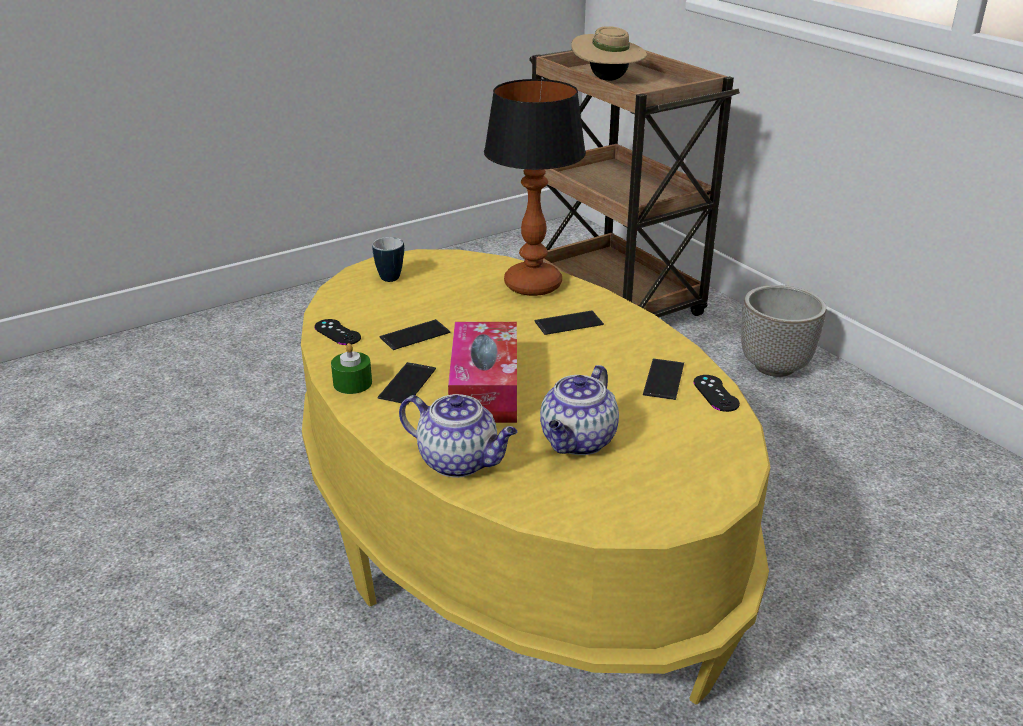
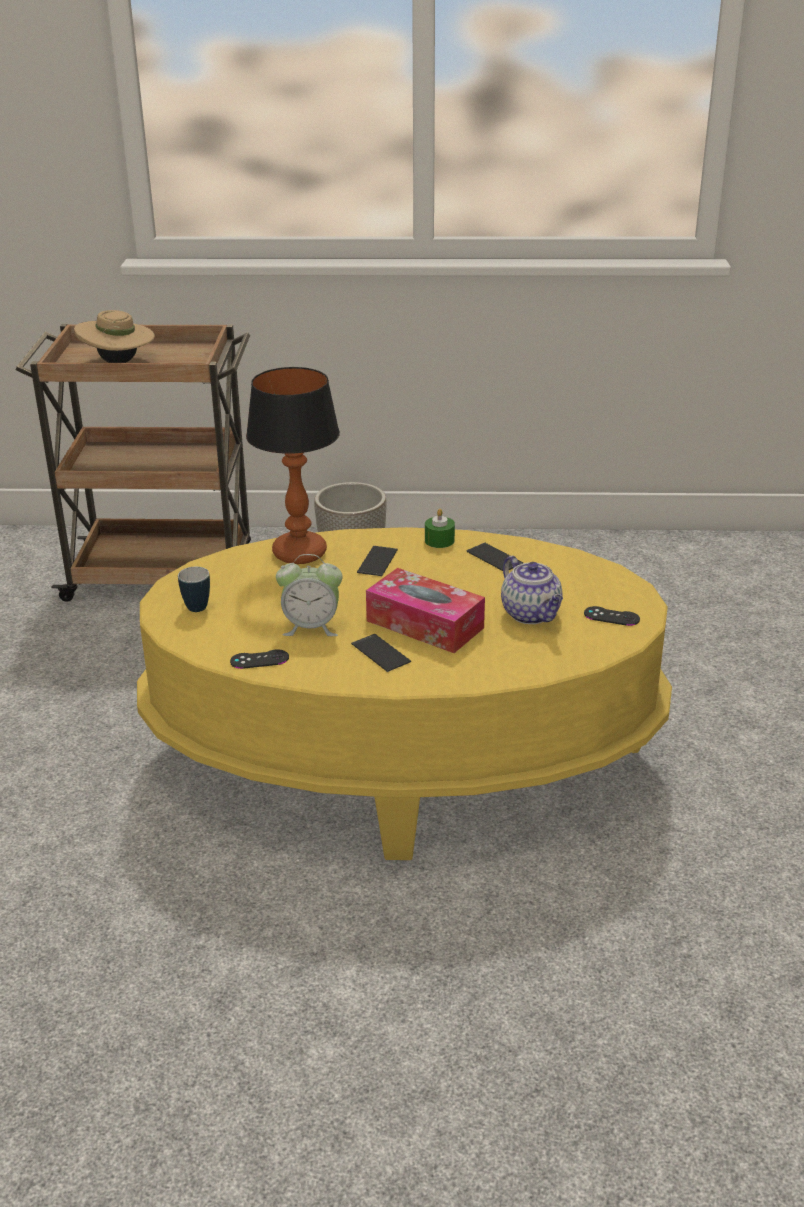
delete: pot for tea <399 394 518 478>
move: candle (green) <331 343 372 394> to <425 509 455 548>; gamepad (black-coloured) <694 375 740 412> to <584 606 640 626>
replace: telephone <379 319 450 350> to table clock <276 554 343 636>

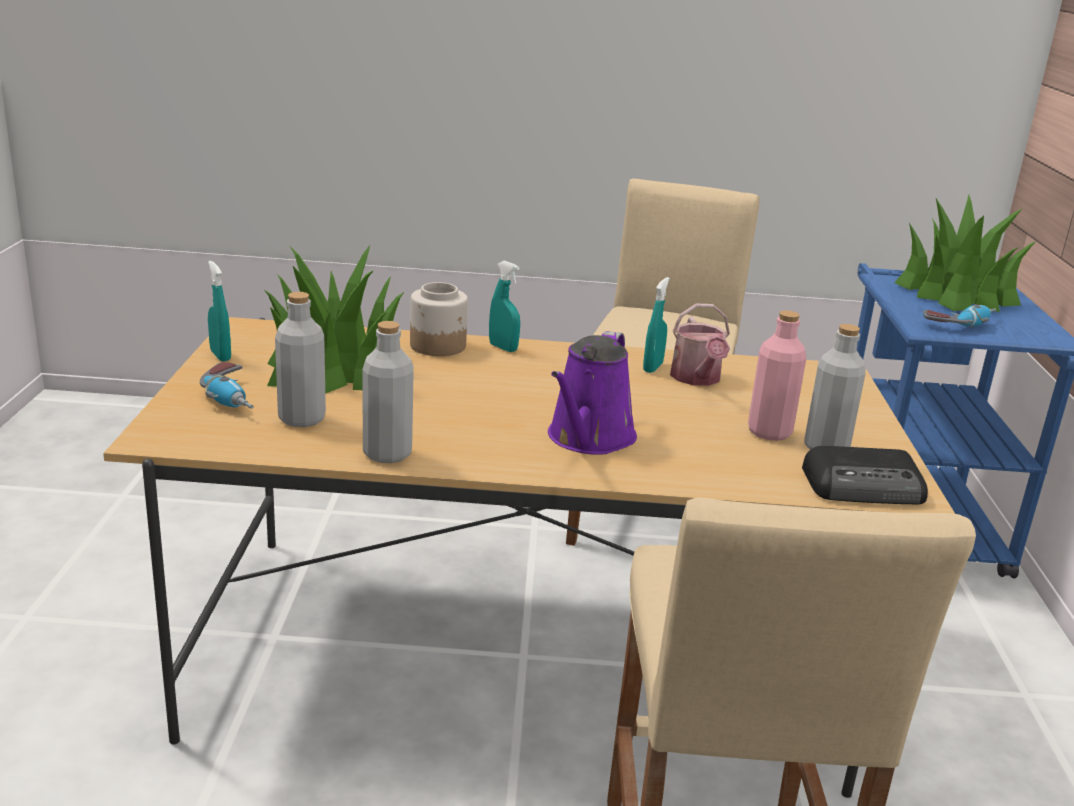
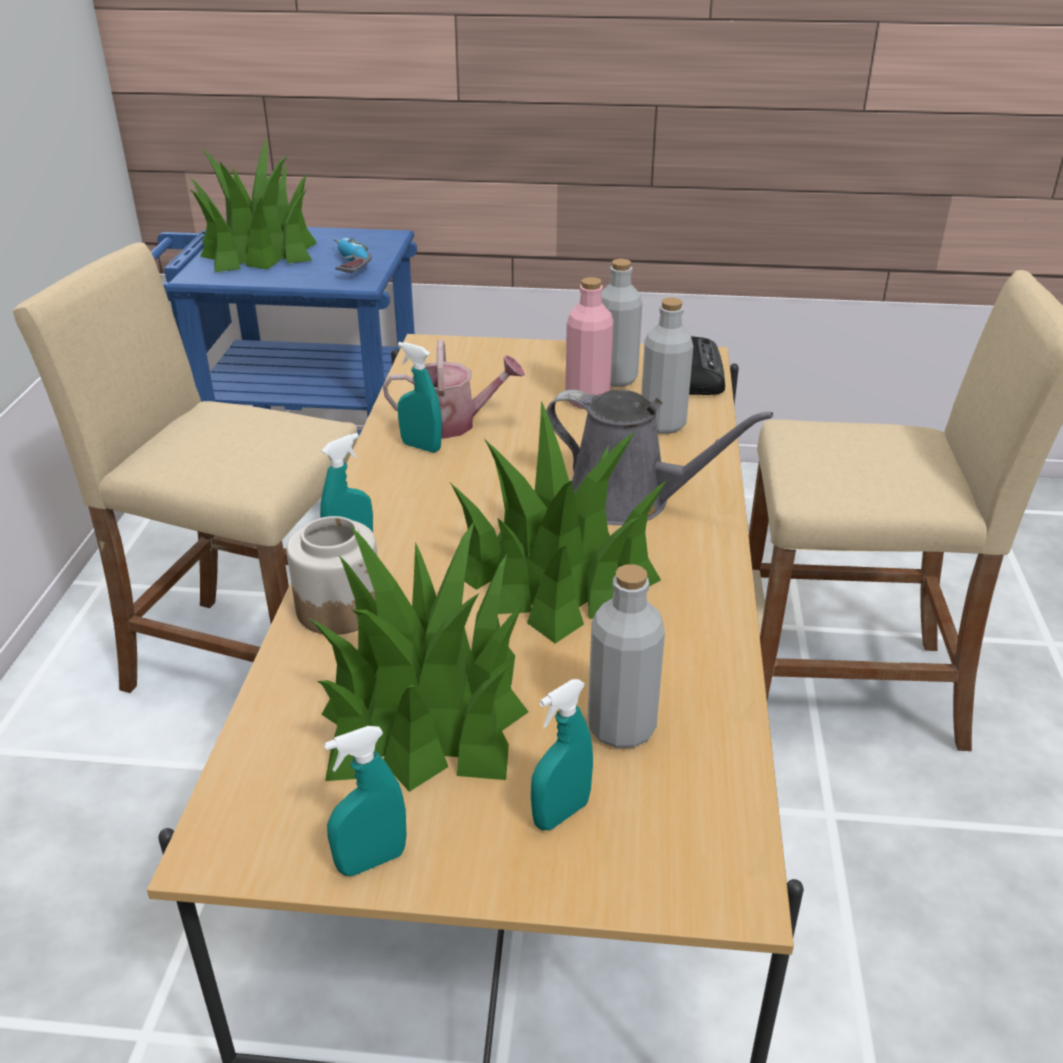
insert: potted plant <450 401 666 643>
move: bottle (greyish) <362 321 414 463> to <641 298 693 434>
replace: drill <200 362 254 409> to spray bottle (turquoise) <531 679 593 831>
recolor: watering can (purple) <548 331 637 455> to watering can (greyish) <546 390 773 525>

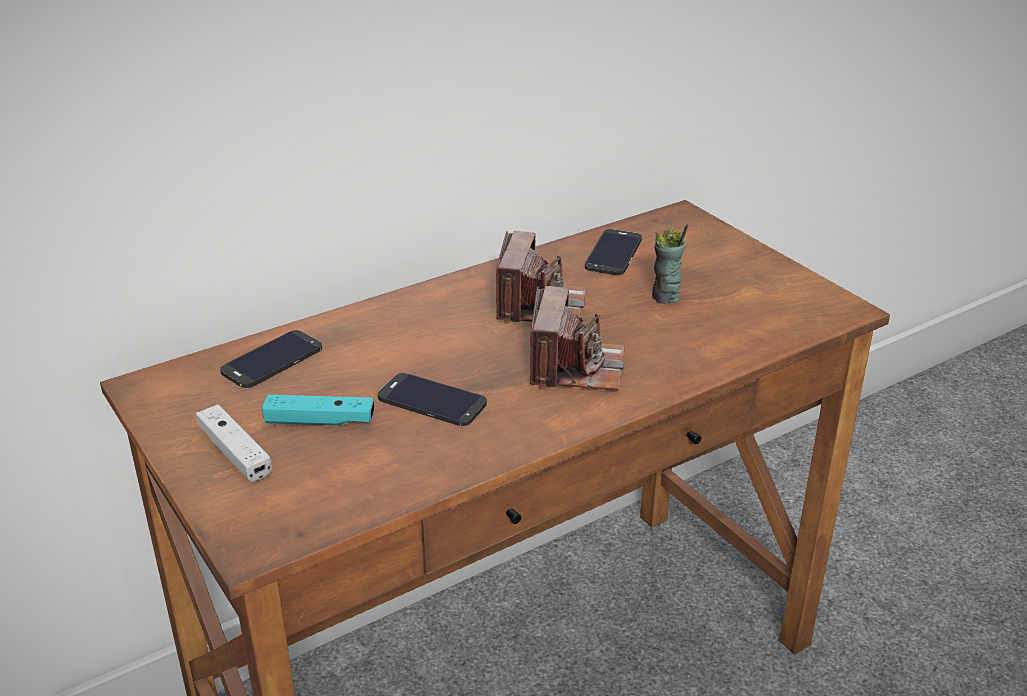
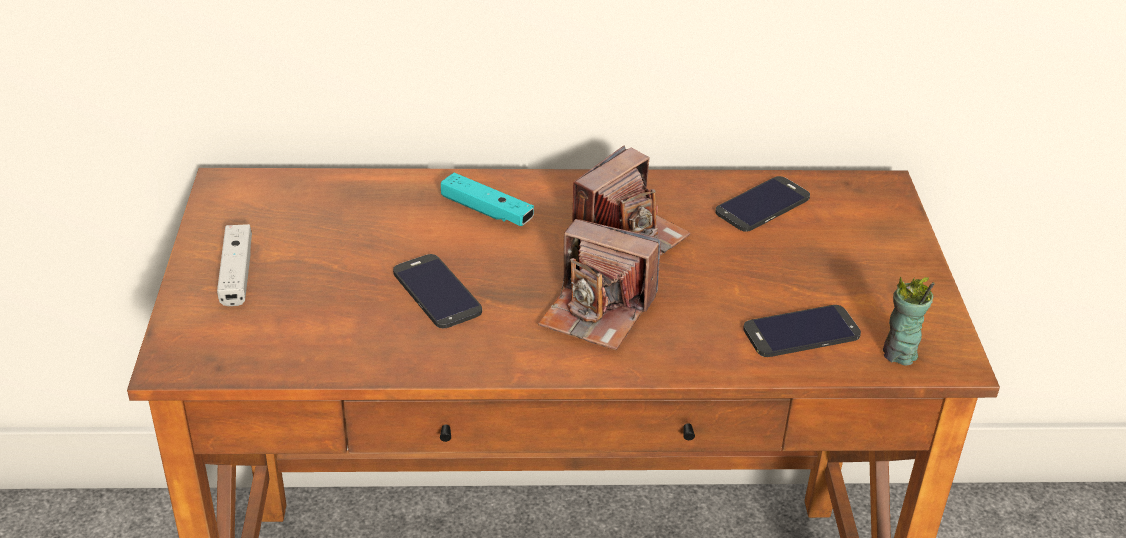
move: gamepad (turquoise) <262 395 374 425> to <441 173 534 226>; telephone <220 330 322 388> to <743 305 861 357>; drinking cup <652 224 688 304> to <883 277 935 365>
rotate: still camera <530 286 625 391> = <538 219 661 350> 75 degrees clockwise

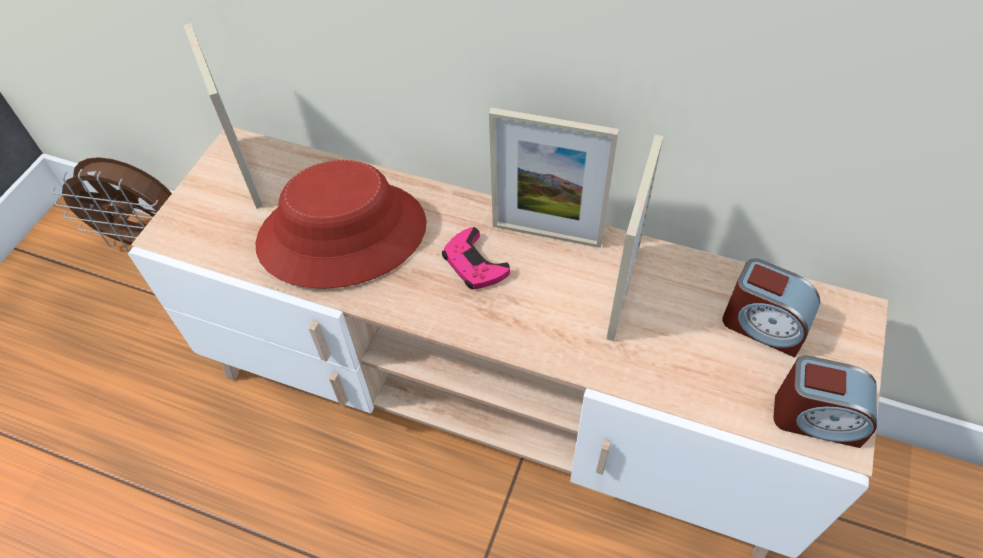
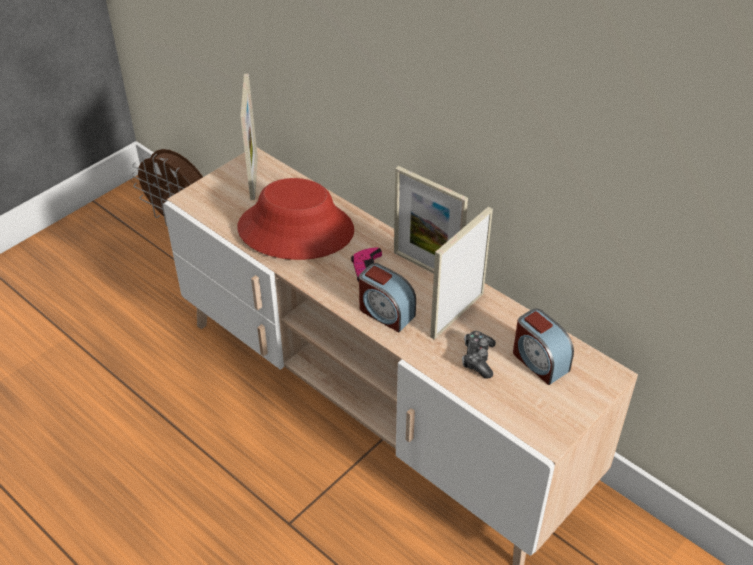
insert: gamepad <462 331 496 379>
move: table clock <773 355 877 448> to <359 263 416 332>

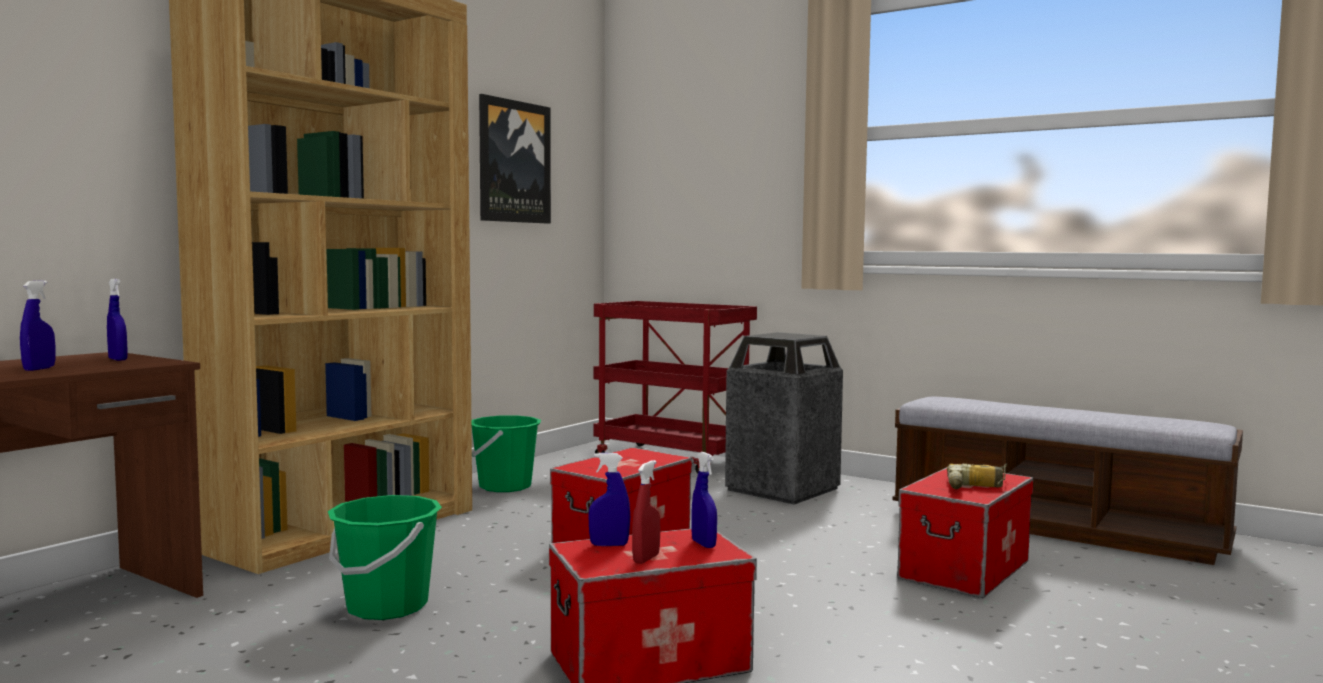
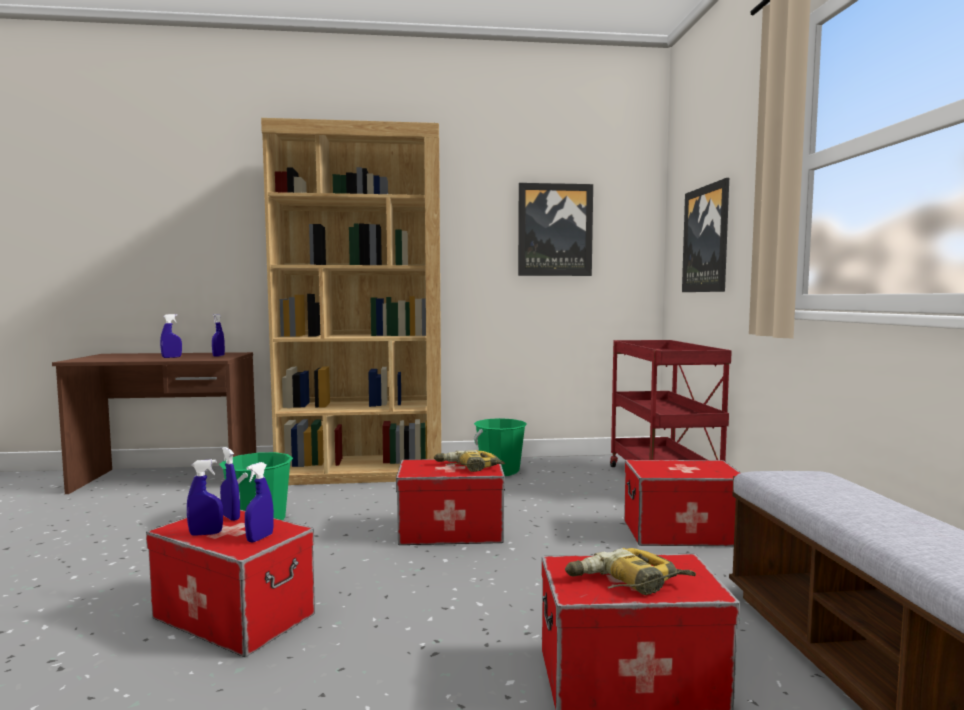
insert: drill <434 450 505 472>; picture <682 178 729 292>
replace: waste bin <725 332 843 505> to storage box <624 460 741 546>
recolor: spray bottle (reddish) <632 460 660 564> to spray bottle (blue) <187 459 223 536>

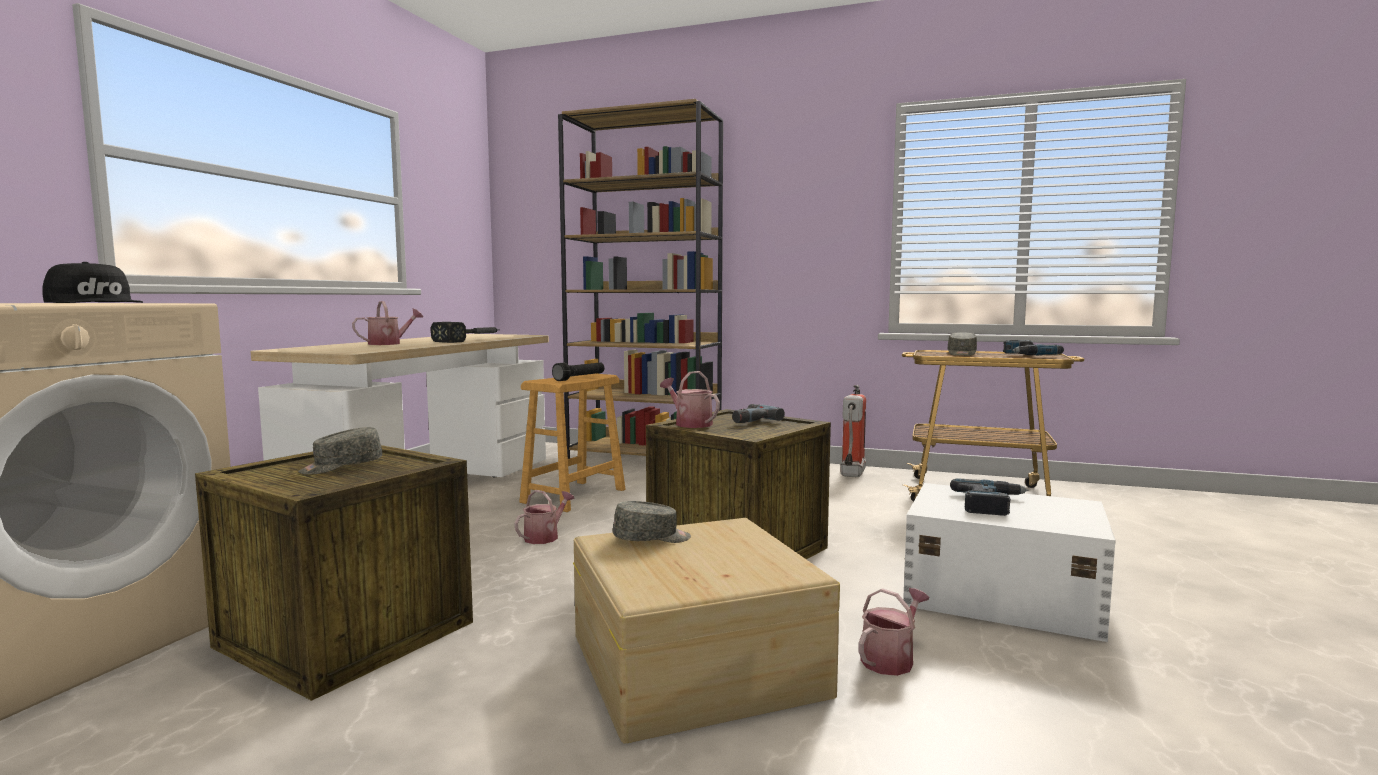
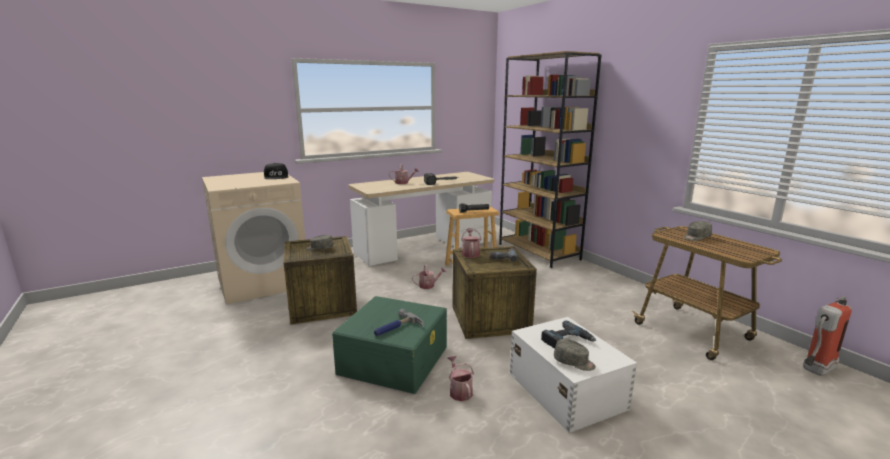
delete: drill <1003 340 1064 355>
insert: hammer <374 309 424 337>
move: baseball cap (greyish) <613 501 691 543> to <554 339 596 371>; fire extinguisher <840 385 866 477> to <803 296 852 376>
recolor: storage box (beige-coloured) <573 518 840 743> to storage box (green) <332 296 447 394>
rotate: watering can <858 588 930 676> = <448 356 474 401> 105 degrees counterclockwise

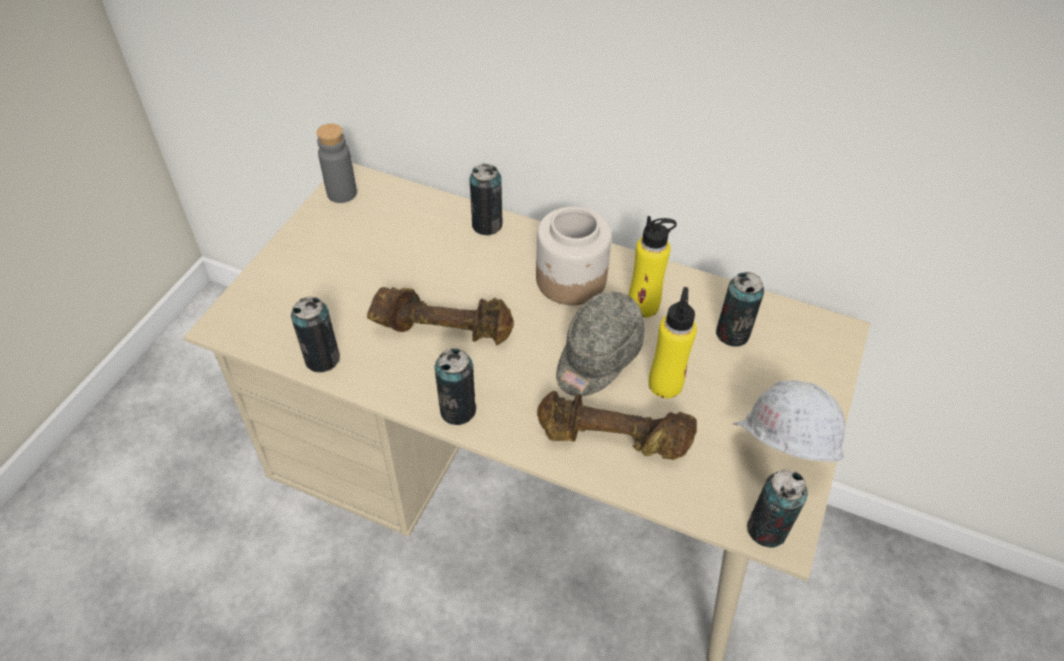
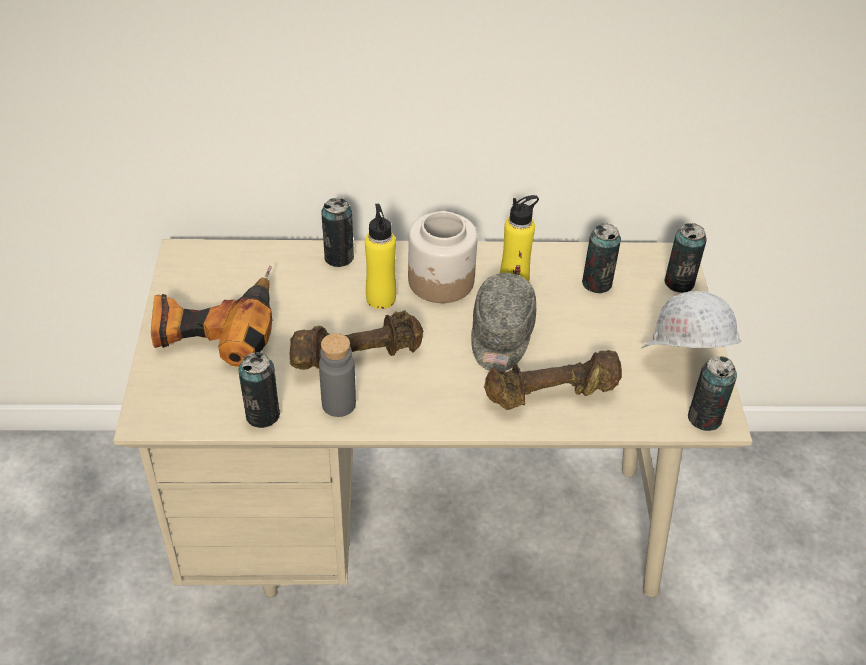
insert: drill <151 266 272 367>
move: bottle (greyish) <317 123 357 203> to <319 333 356 417>; bottle (yellow-coloured) <649 287 697 398> to <365 203 396 309>; metal can <435 348 476 425> to <664 223 707 293>

